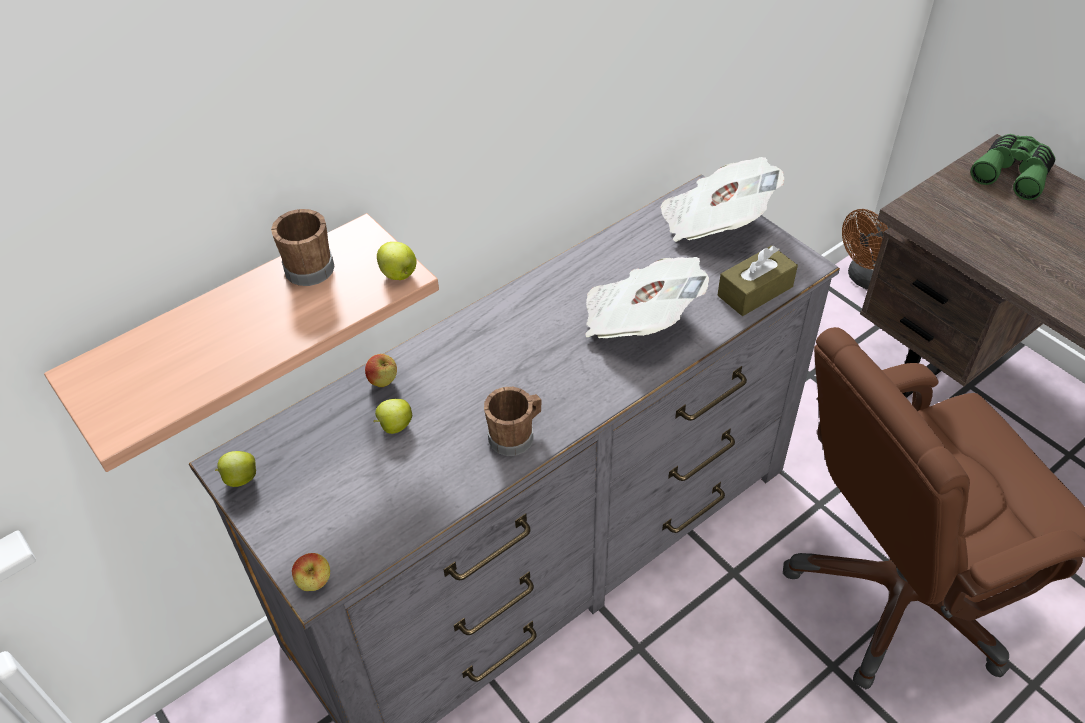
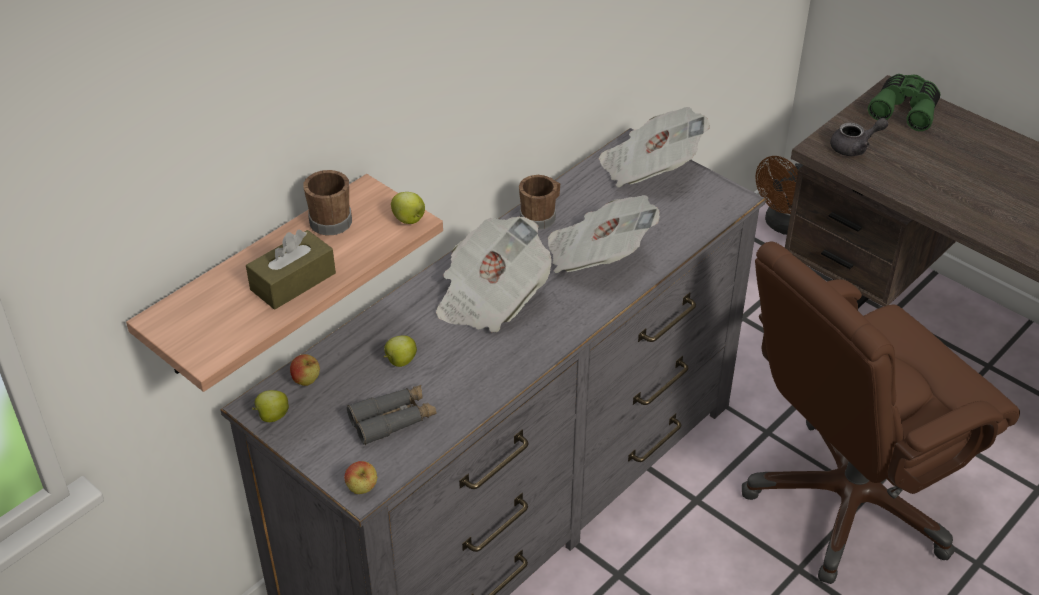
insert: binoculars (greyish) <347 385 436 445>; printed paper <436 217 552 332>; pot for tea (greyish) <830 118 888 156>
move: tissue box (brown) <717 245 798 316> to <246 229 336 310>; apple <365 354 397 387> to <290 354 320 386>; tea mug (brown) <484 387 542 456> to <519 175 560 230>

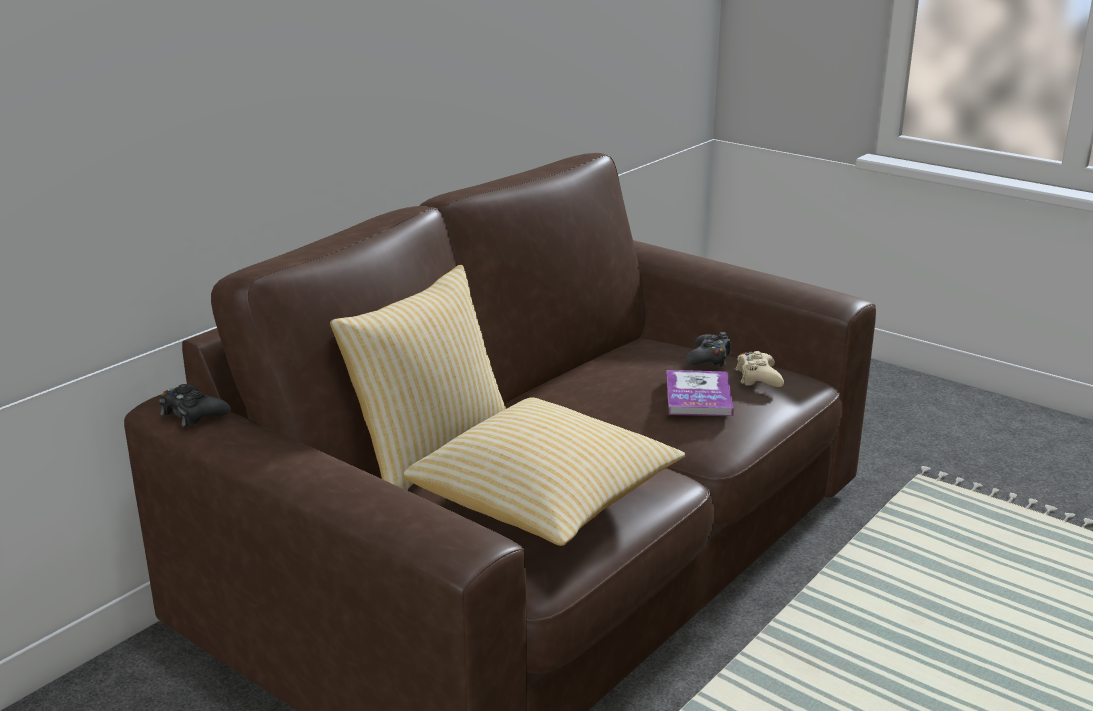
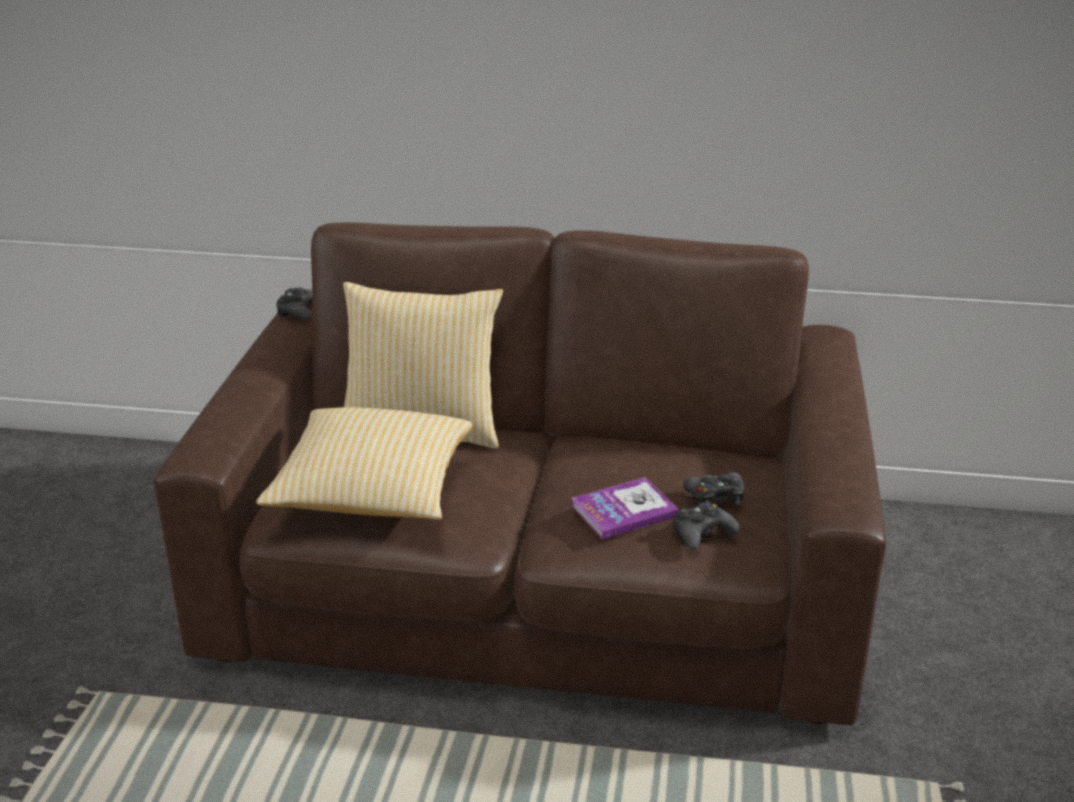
recolor: gamepad (beige-coloured) <735 351 784 387> to gamepad (black-coloured) <674 502 740 550>

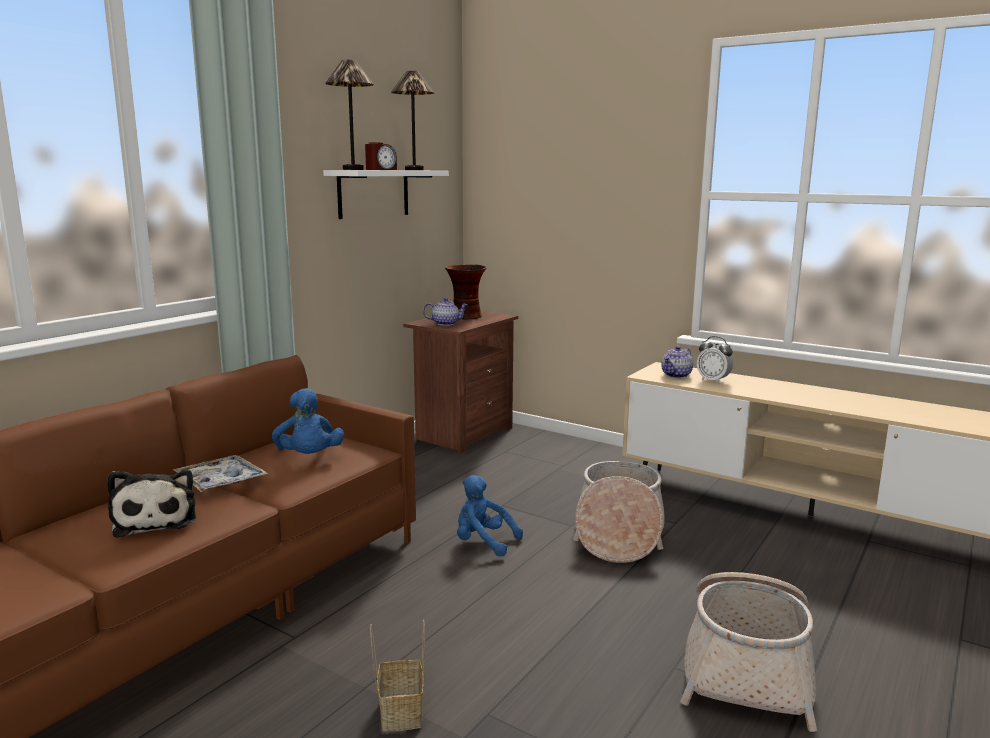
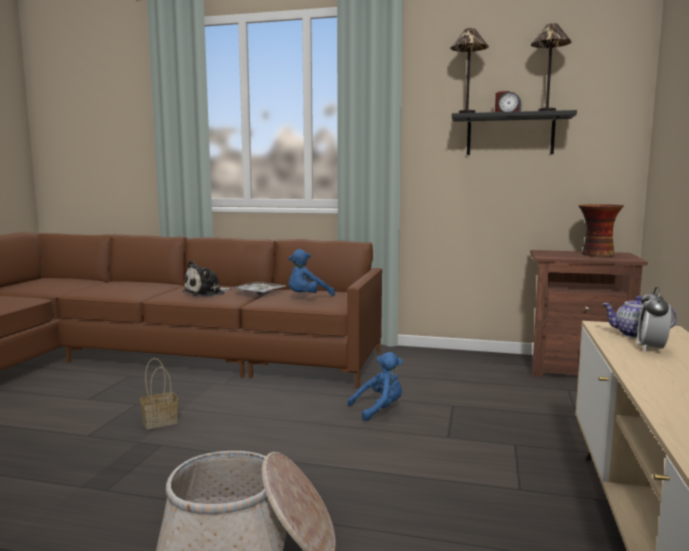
delete: pot for tea <423 298 468 326>; household basket <573 461 664 563>
recolor: wall shelf (whitish) <323 170 449 219> to wall shelf (black-coloured) <452 110 577 155>
rotate: cuddly toy (blue) <457 475 523 556> = <347 352 403 421> 60 degrees clockwise

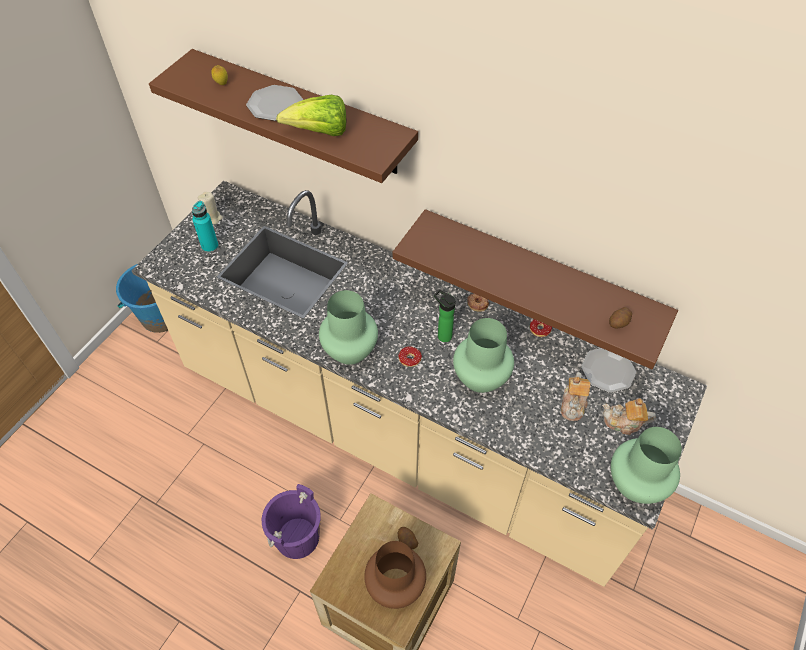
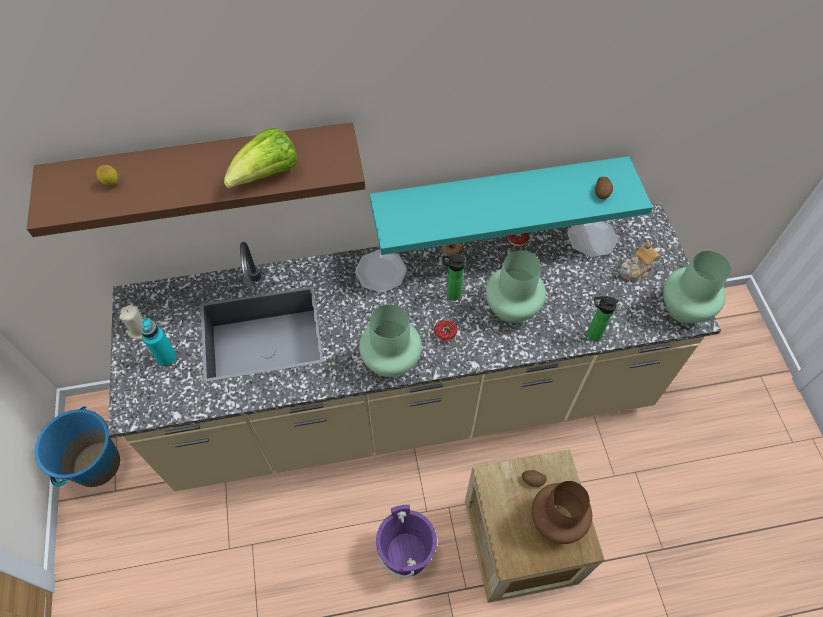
delete: pot for tea <561 372 591 421>
insert: bottle <587 296 618 341>
move: flat dish <246 85 303 121> to <355 249 407 293>
recolor: wall shelf (brown) <393 209 678 369> to wall shelf (turquoise) <370 156 653 255>

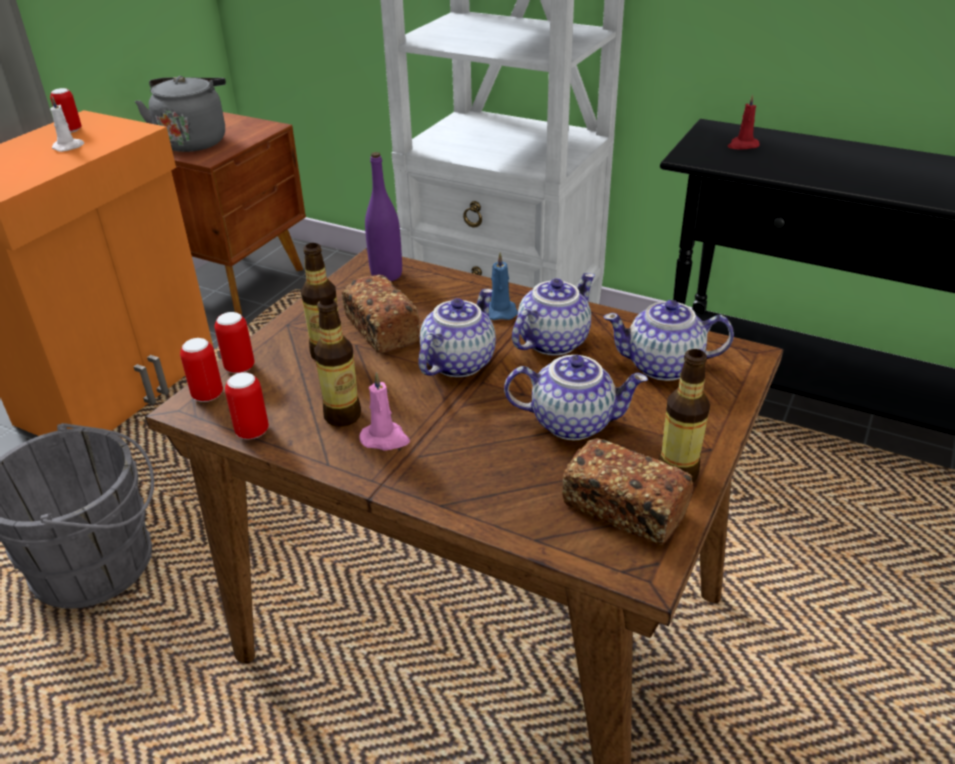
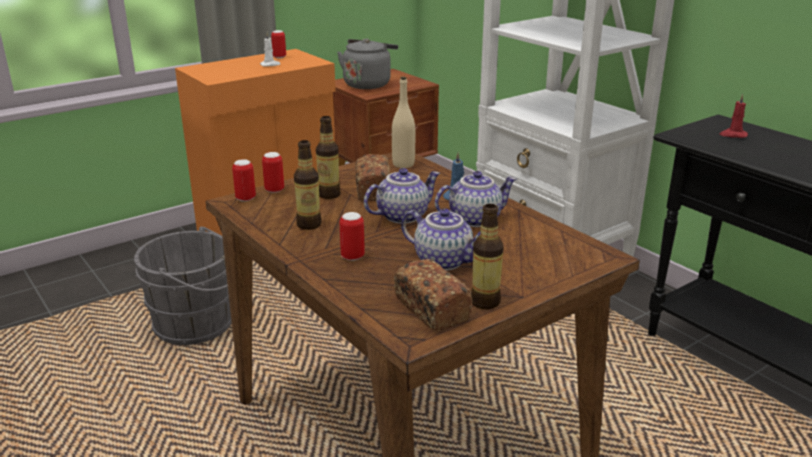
delete: candle (pinkish) <359 372 410 451>; pot for tea <604 300 734 381>
move: metal can <225 372 269 440> to <339 212 365 261>
recolor: bottle (purple) <365 152 402 281> to bottle (beige-coloured) <392 77 415 168>

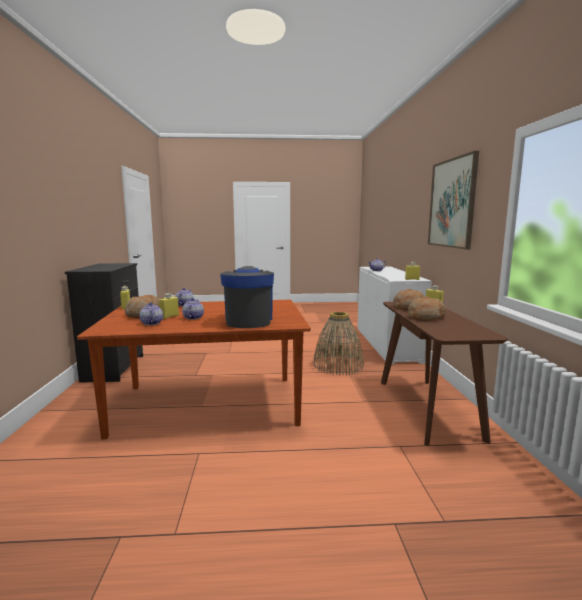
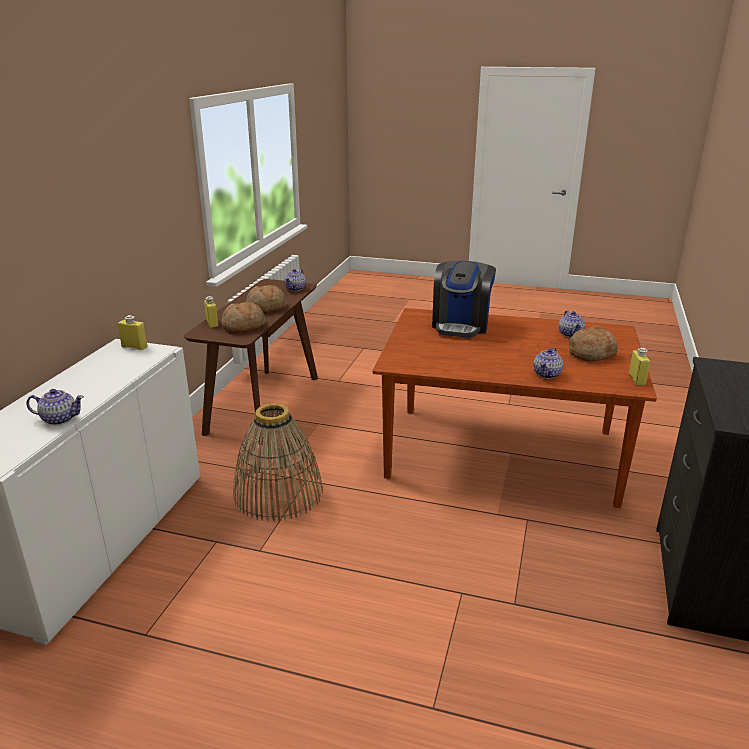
delete: bottle (yellow-coloured) <159 293 179 319>; picture <428 151 479 249>
move: pot for tea <182 298 204 320> to <284 269 306 291>

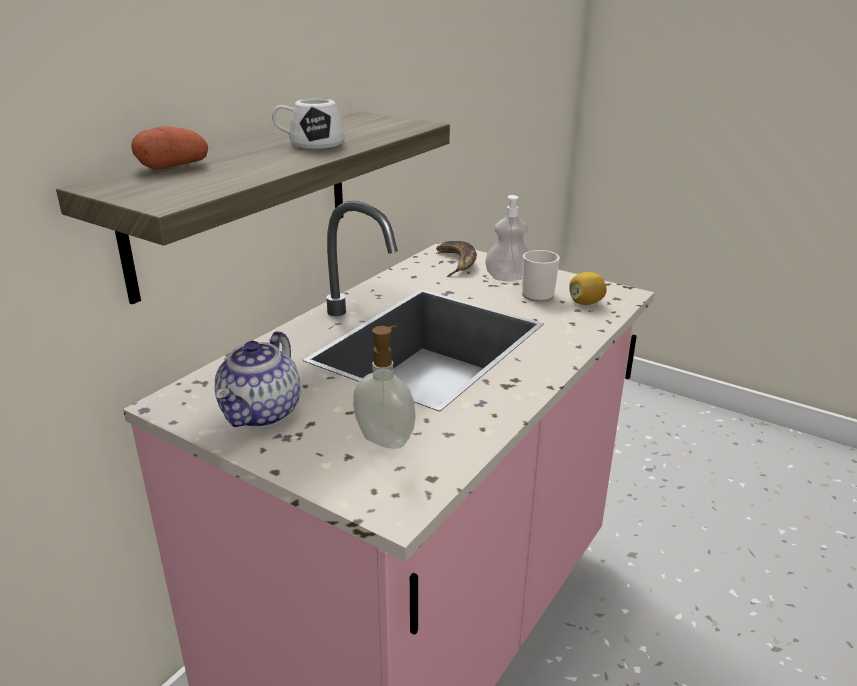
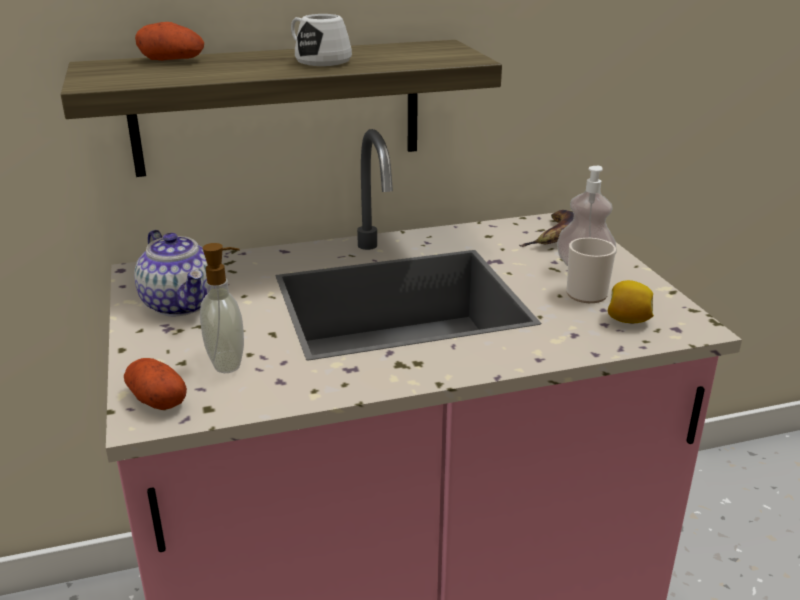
insert: potato <124 358 187 410>
rotate: pot for tea <215 331 301 428> = <134 230 208 316> 90 degrees counterclockwise

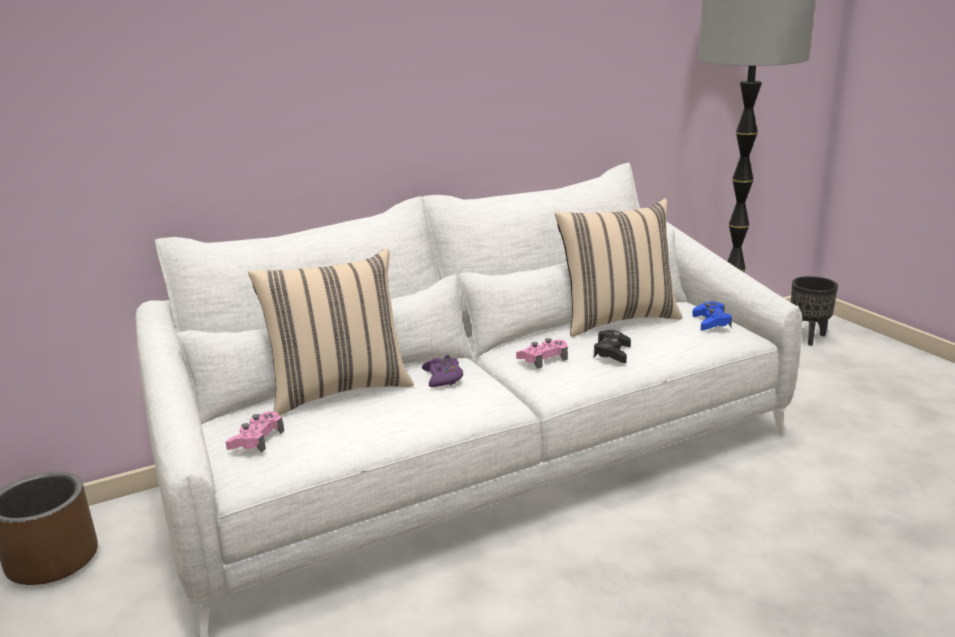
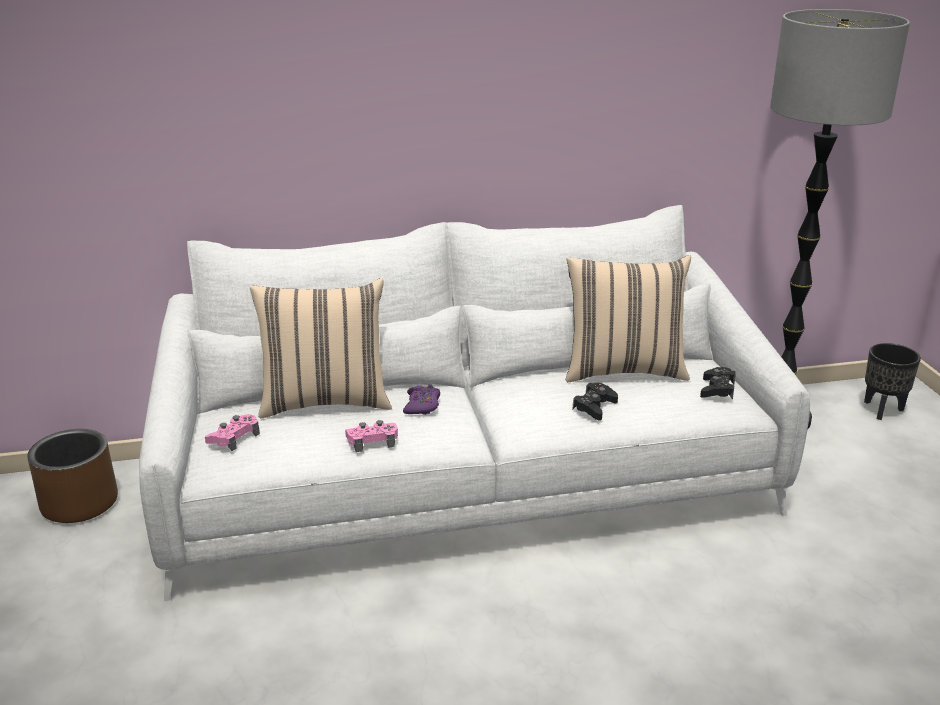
move: gamepad (pinkish) <516 338 568 369> to <345 420 398 452>
recolor: gamepad (blue) <692 302 732 331> to gamepad (black-coloured) <700 367 736 400>

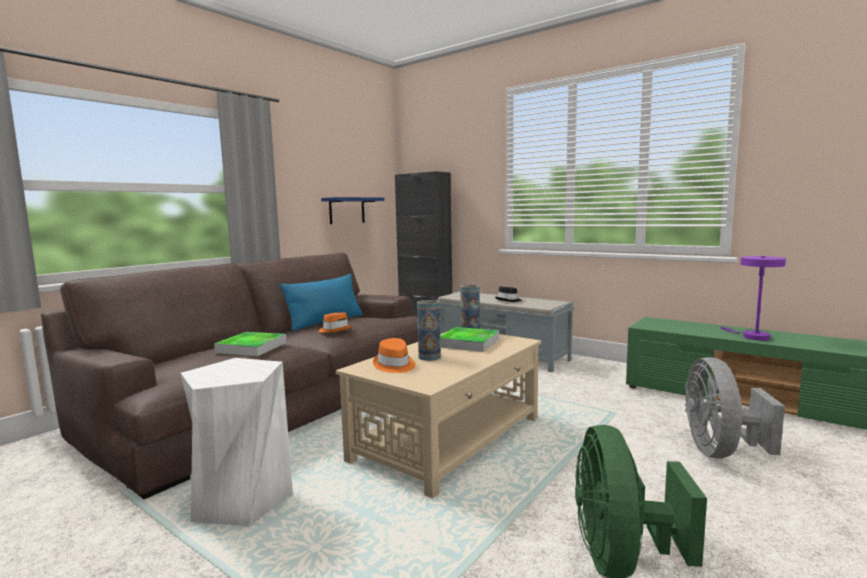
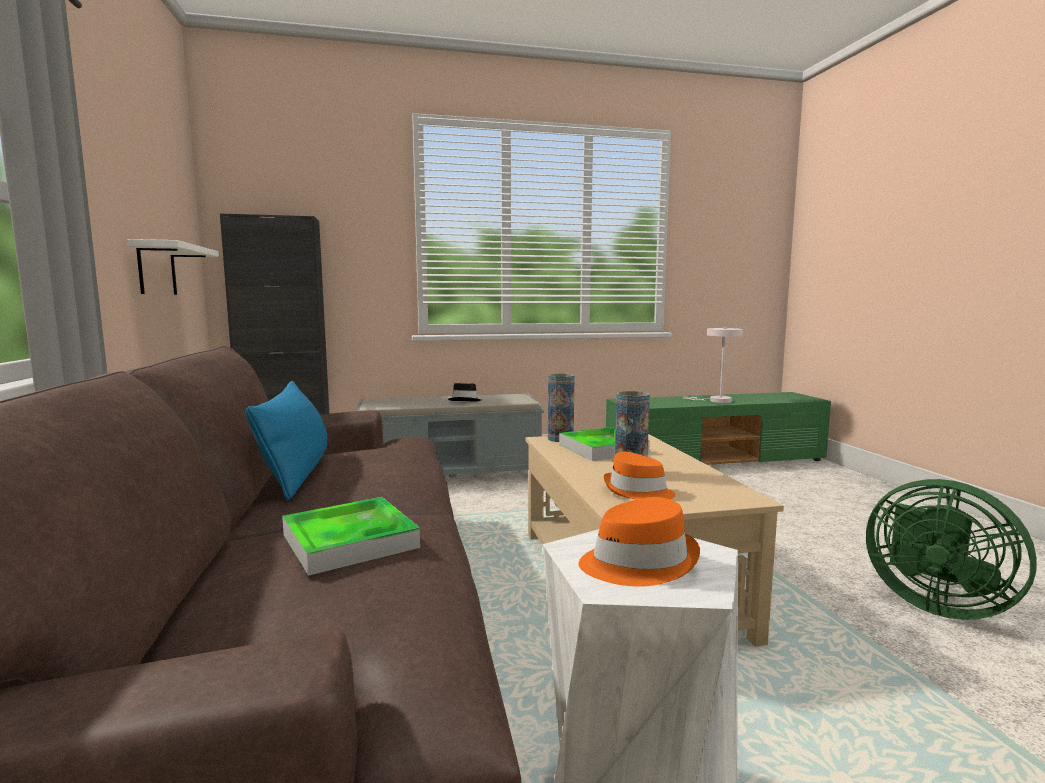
delete: electric fan (greyish) <684 357 785 458>
move: wearable hat (orange-coloured) <318 312 352 333> to <579 497 700 587>
recolor: wall shelf (blue) <321 197 384 224> to wall shelf (whitish) <127 239 219 295>; table lamp (purple) <719 256 786 341> to table lamp (whitish) <683 327 743 403>

